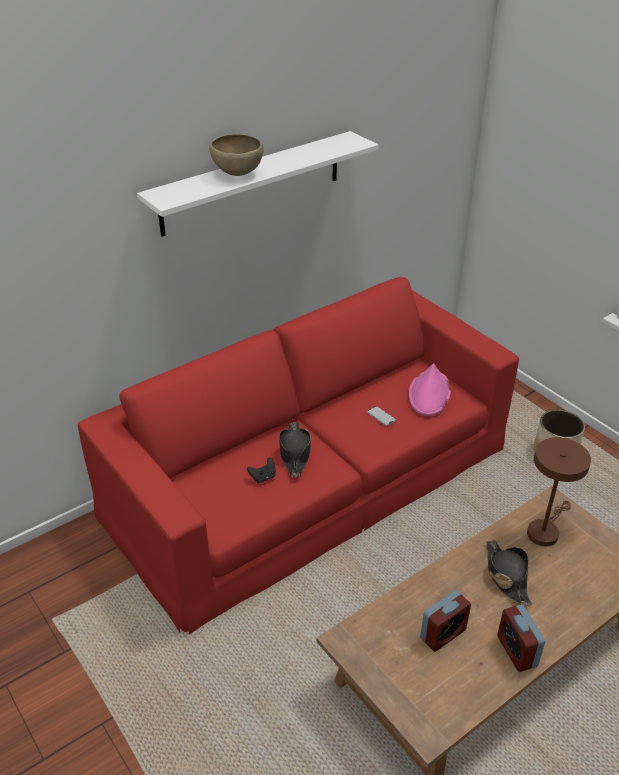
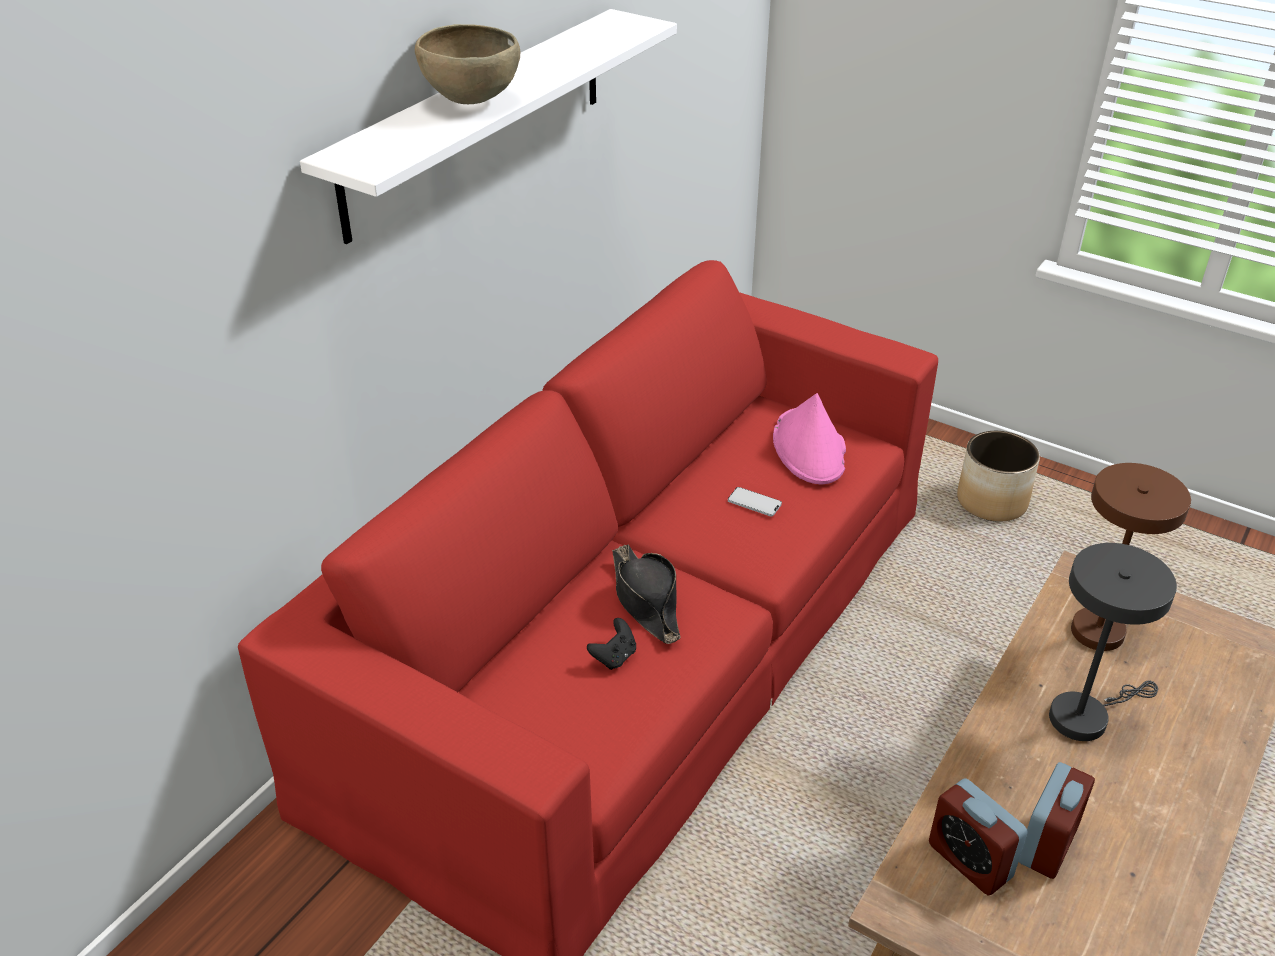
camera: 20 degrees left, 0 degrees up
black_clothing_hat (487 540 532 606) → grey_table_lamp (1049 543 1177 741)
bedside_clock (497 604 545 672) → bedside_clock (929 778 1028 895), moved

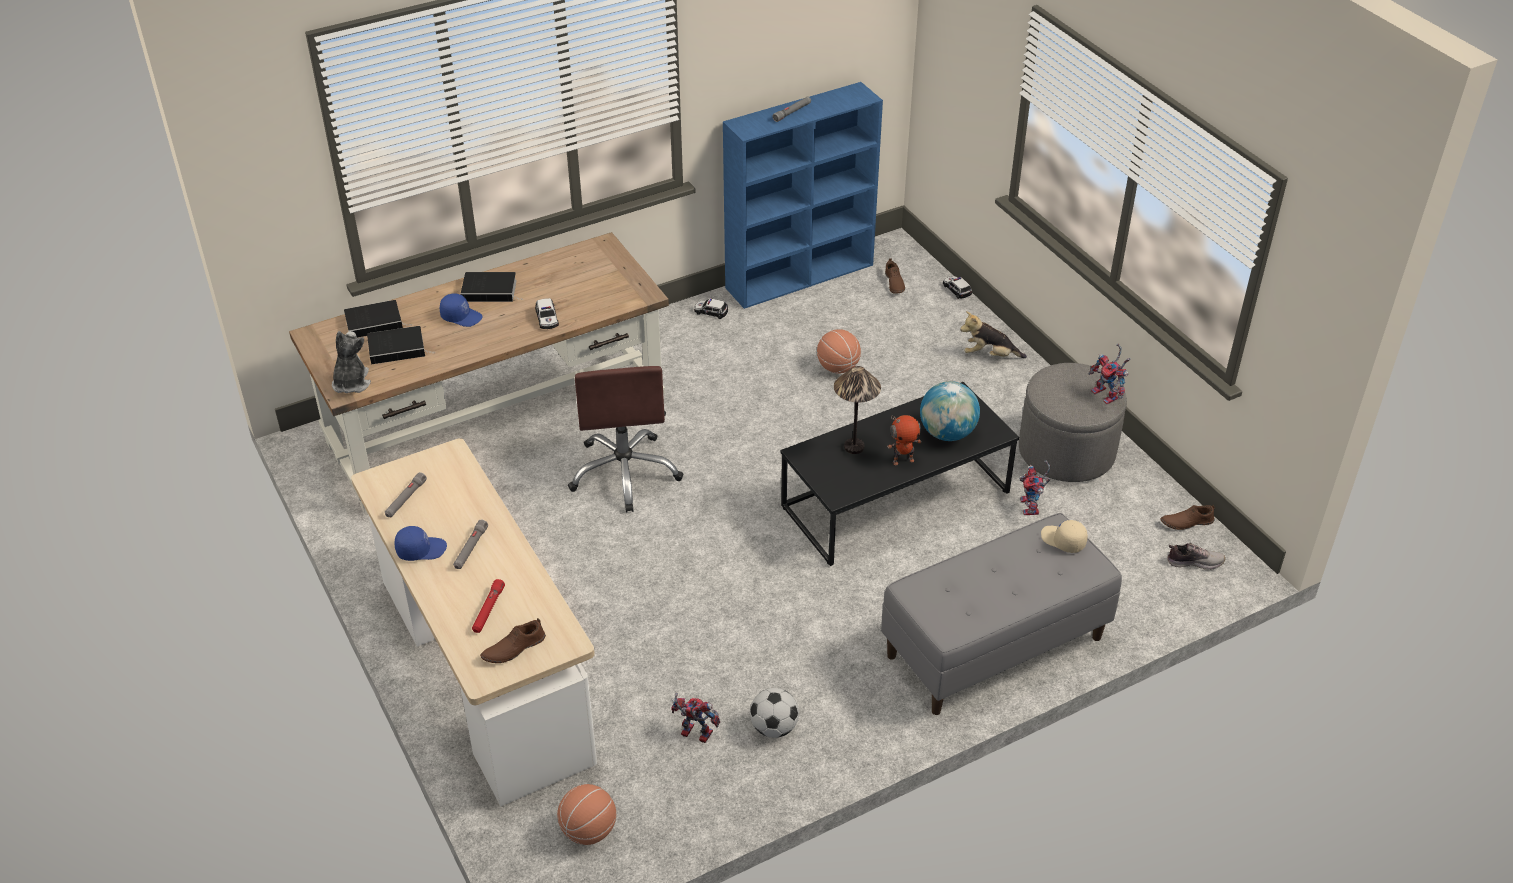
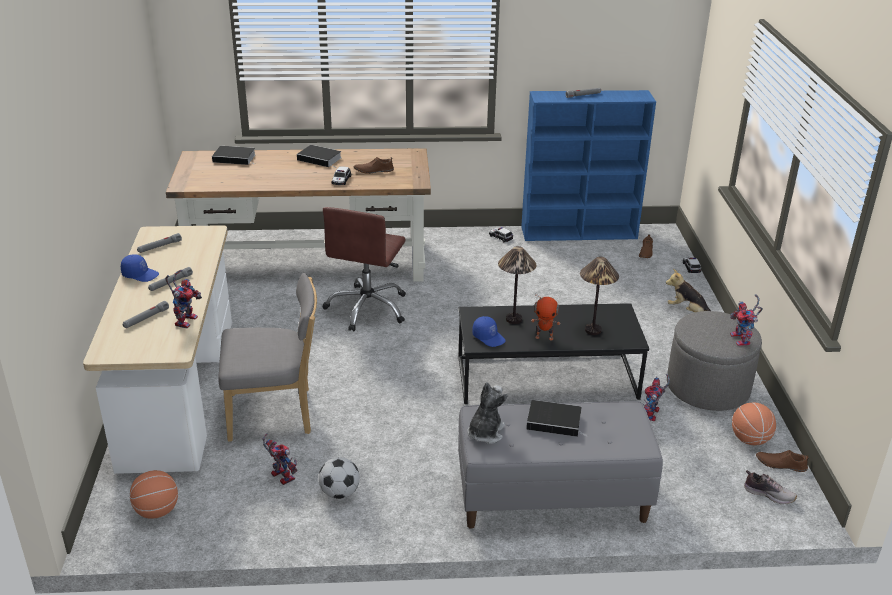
camera: 25 degrees right, 10 degrees down
blue_cap (440 293 483 327) → blue_cap (472 316 506 347), moved
volume (367 326 430 364) → volume (526 400 586 437), moved
basketball_ball (817 329 861 373) → basketball_ball (732 402 776 445), moved
soft_toy (332 331 371 393) → soft_toy (467 382 508 444), moved
globe (920 381 980 441) → table_lamp (580 257 619 335)
beige-coloured_cap (1041 520 1088 553) → -
red-coloured_hand_torch (472 579 505 633) → grey_hand_torch (123 301 169 328)
brown-coloured_shoe (480 618 546 663) → brown-coloured_shoe (353 157 394 174), moved
- → model_robot (165 270 202 329)
- → grey_chair (218 273 317 442)

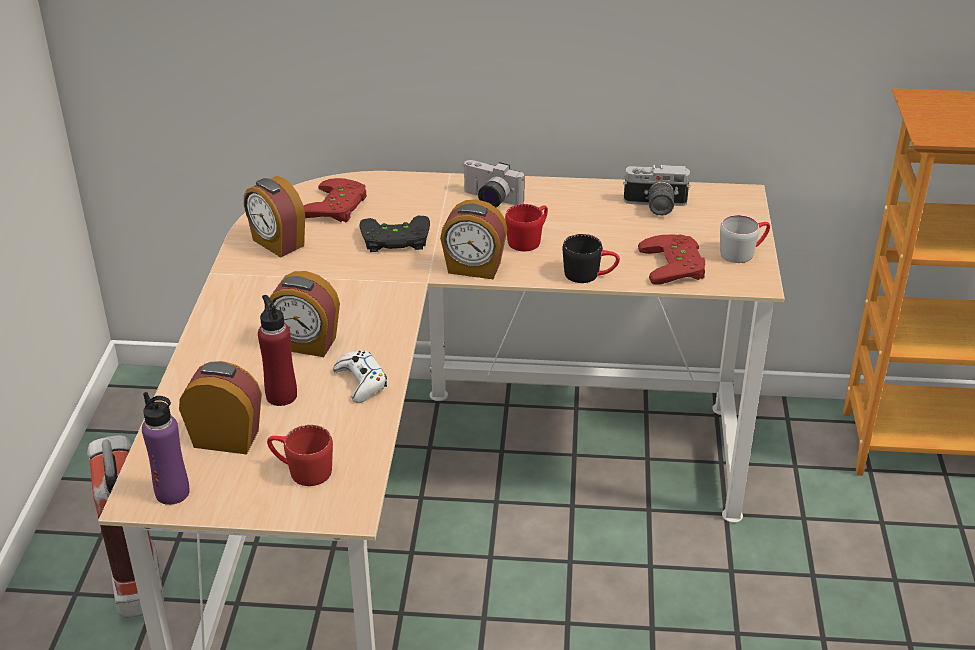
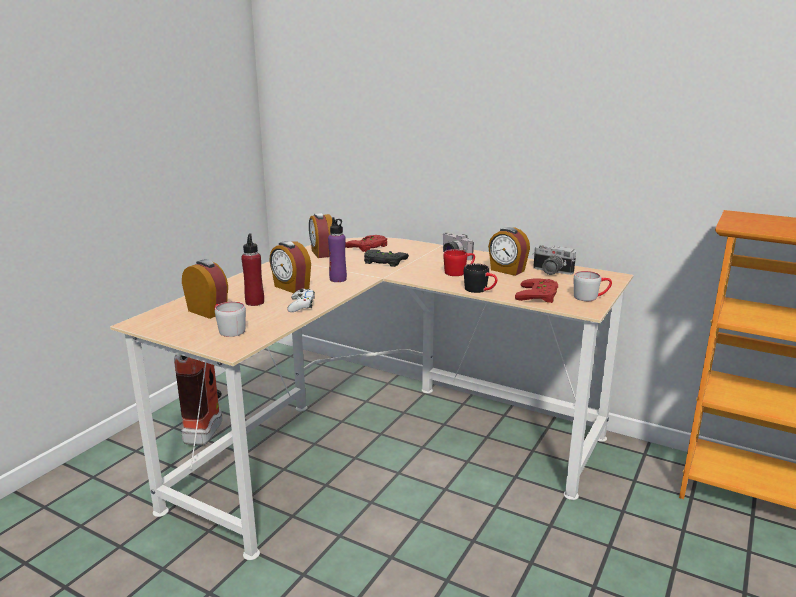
camera: 25 degrees right, 15 degrees down
bedside_clock (440 199 508 279) → bedside_clock (488 227 530 276), moved
purple-coloured_beverage_bottle (142 392 190 505) → purple-coloured_beverage_bottle (328 217 347 282), moved
red-coloured_tea_mug (267 425 333 486) → grey_tea_mug (215 302 246 337)

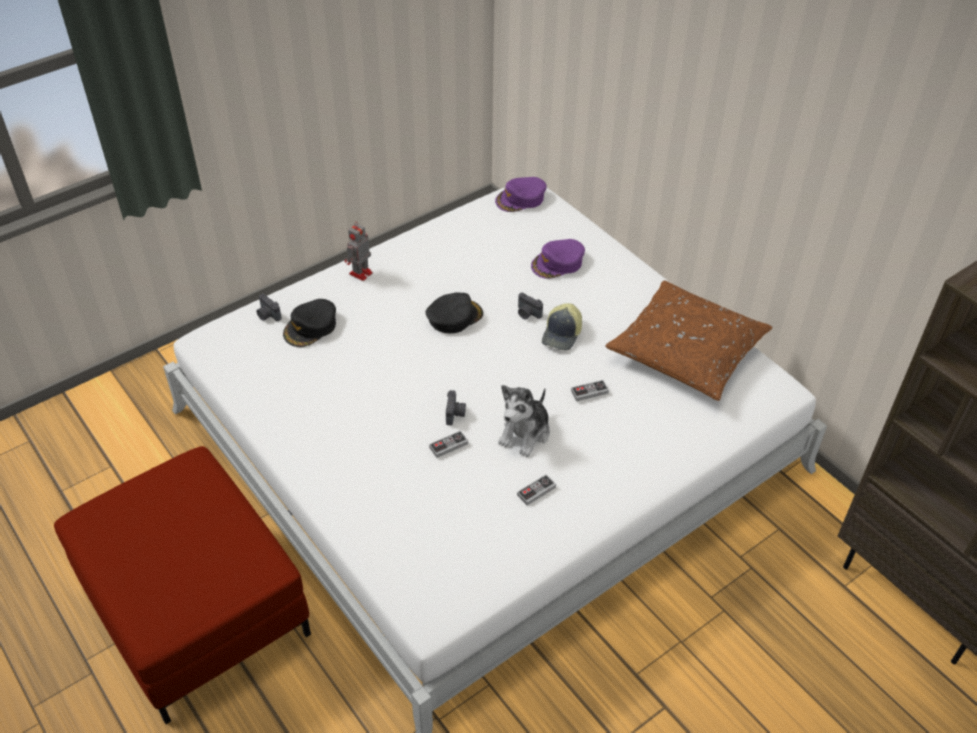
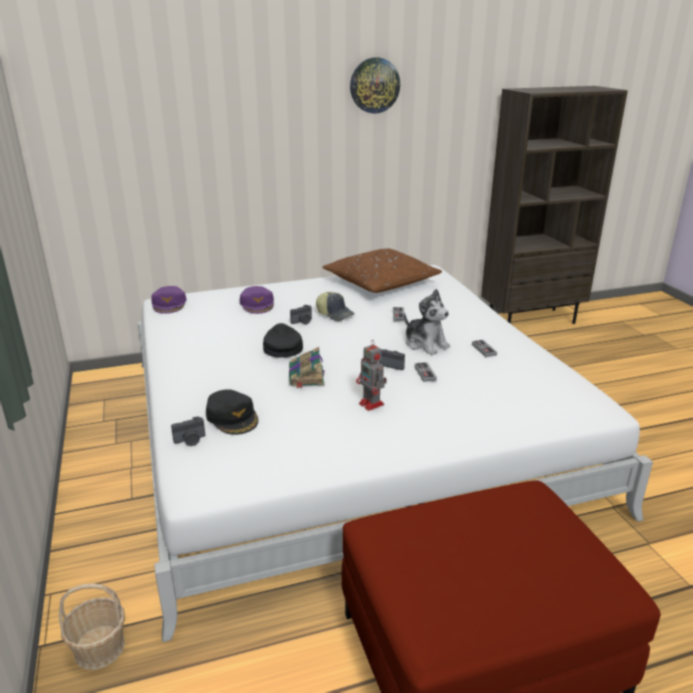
camera: 70 degrees left, 20 degrees down
model_robot (345 222 373 281) → model_robot (356 340 387 411), moved
- → wall_clock (350 57 400 114)
- → volume (289 347 325 388)
- → household_basket (59 583 125 670)

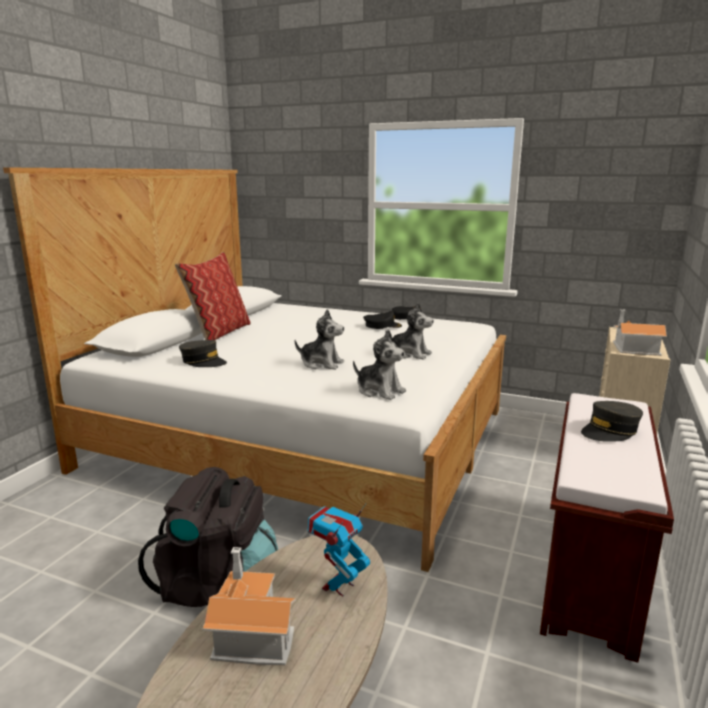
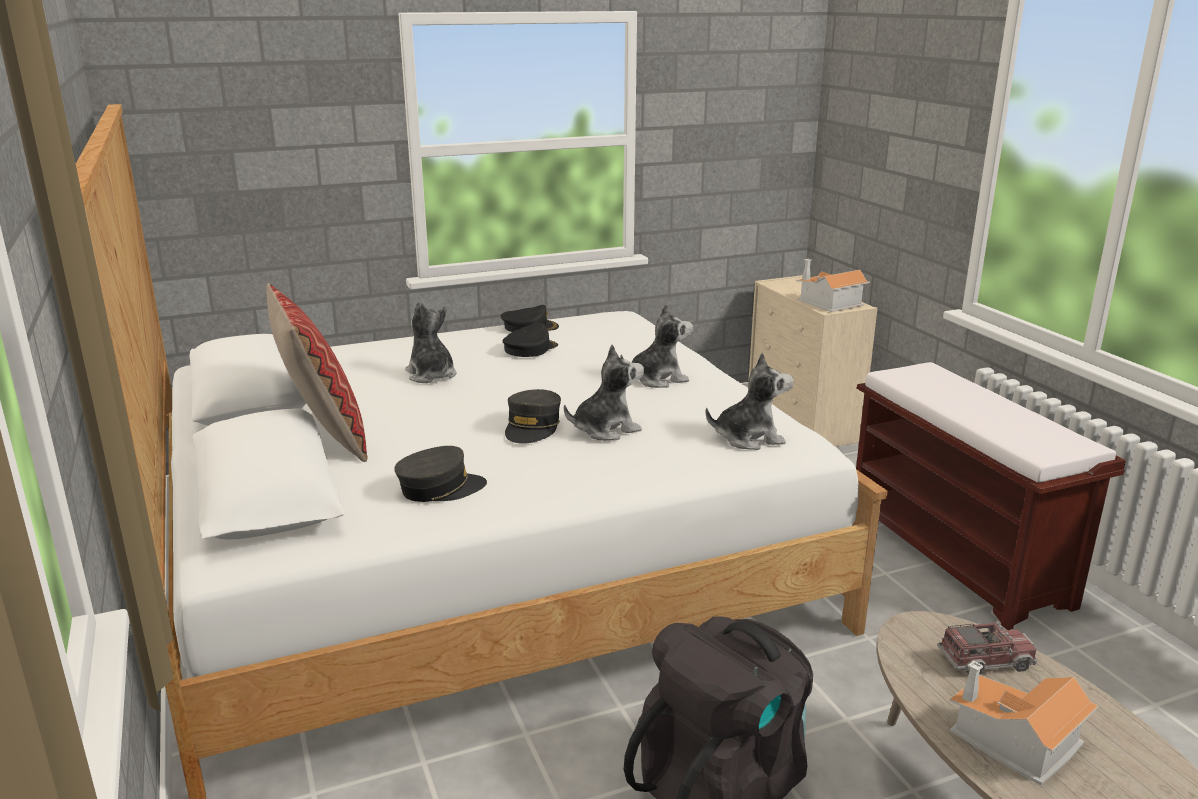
camera: 45 degrees left, 5 degrees up
grey_cap (581 401 643 442) → grey_cap (505 389 561 444), moved
model_robot (308 503 370 596) → model_truck (937 622 1037 675)
- → soft_toy (405 301 456 383)

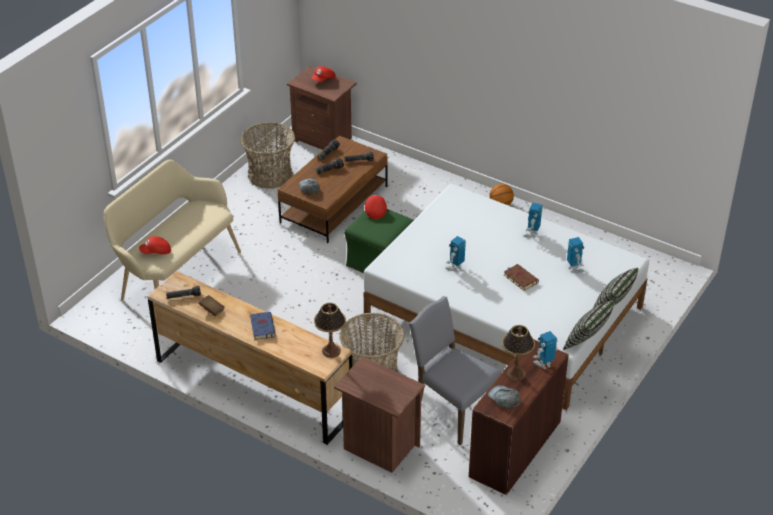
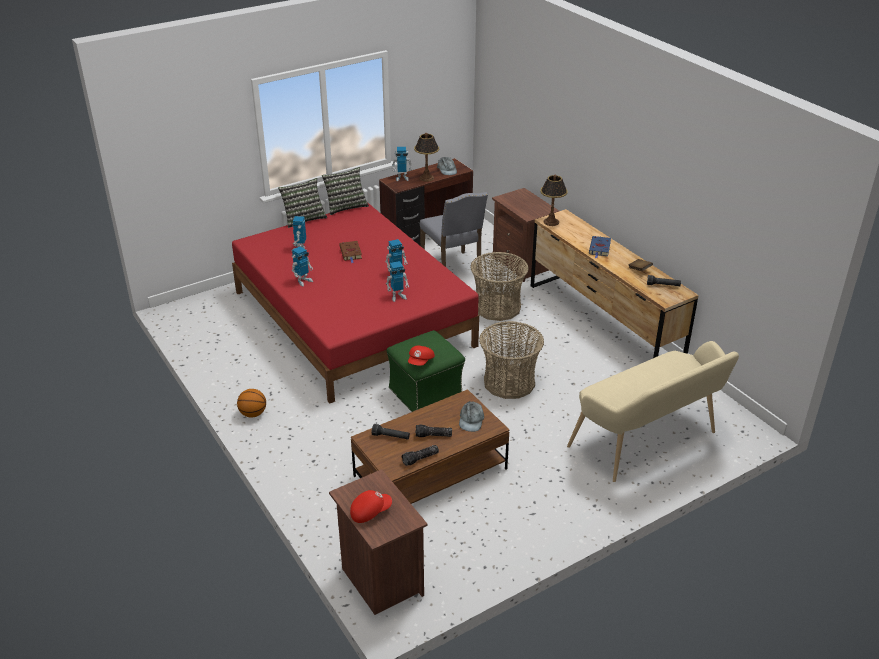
camera: 155 degrees left, 5 degrees down
household_basket (240 122 295 189) → household_basket (479 321 544 399), moved
whitish_bedroom_bed (364 184 649 410) → red-coloured_bedroom_bed (232 203 479 404)
red-coloured_cap (139 236 171 254) → -
- → model_robot (386 261 409 302)

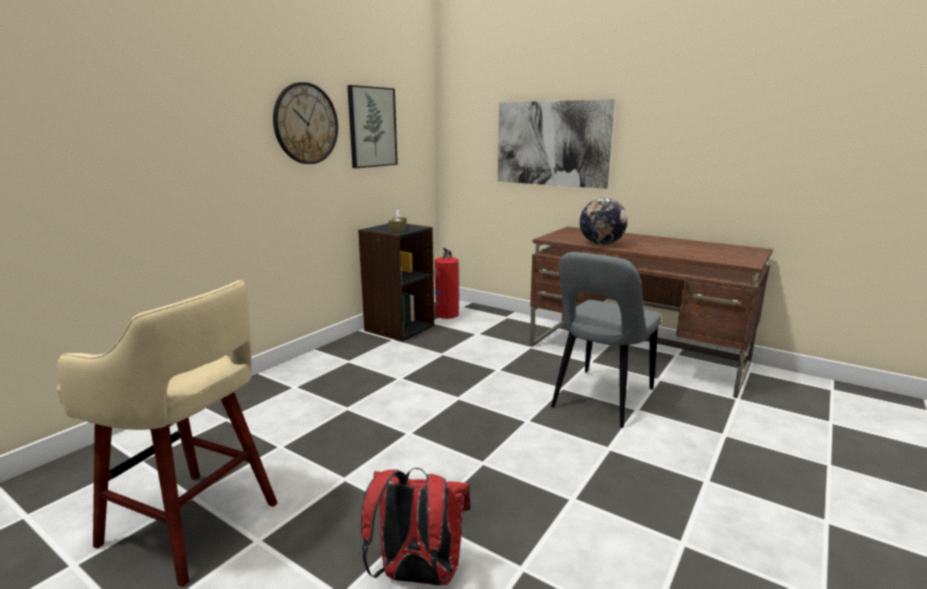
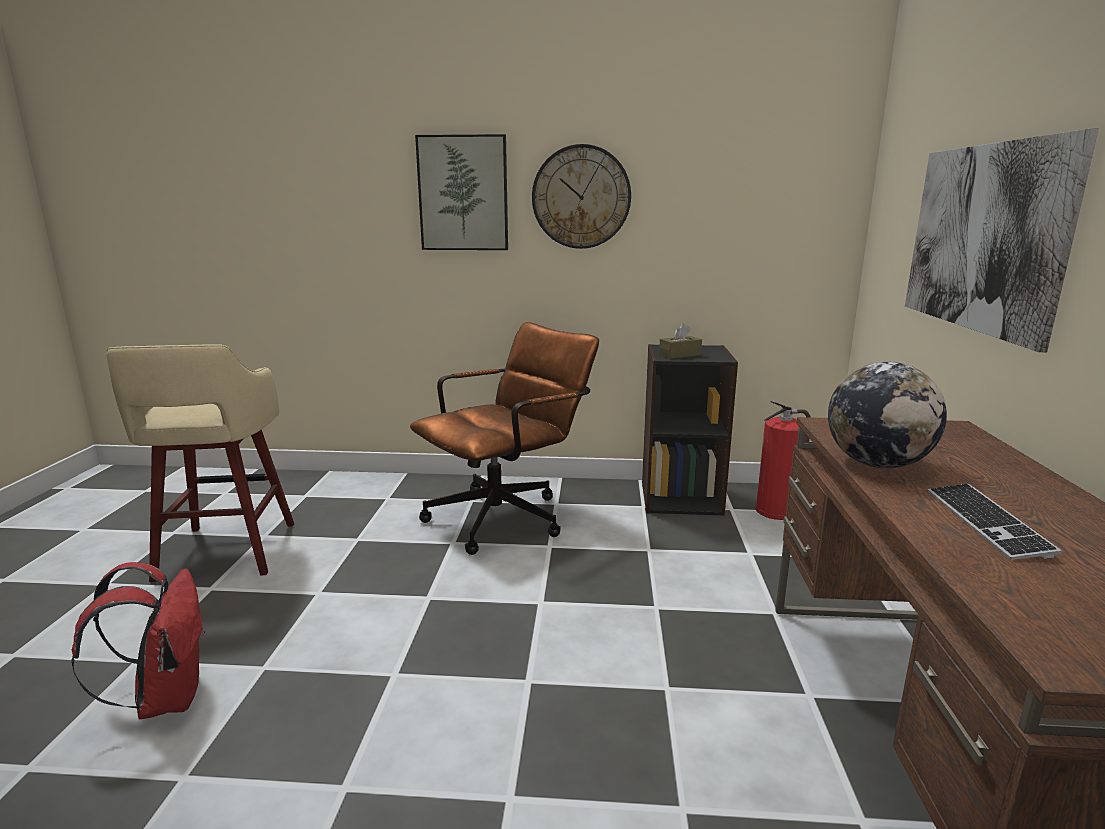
camera: 60 degrees right, 0 degrees up
picture (347 85 398 168) → picture (415 134 508 250), moved
grey_chair (551 252 661 428) → -
- → brown-coloured_desk_chair (410 322 599 555)
- → PC_keyboard (928 483 1061 560)

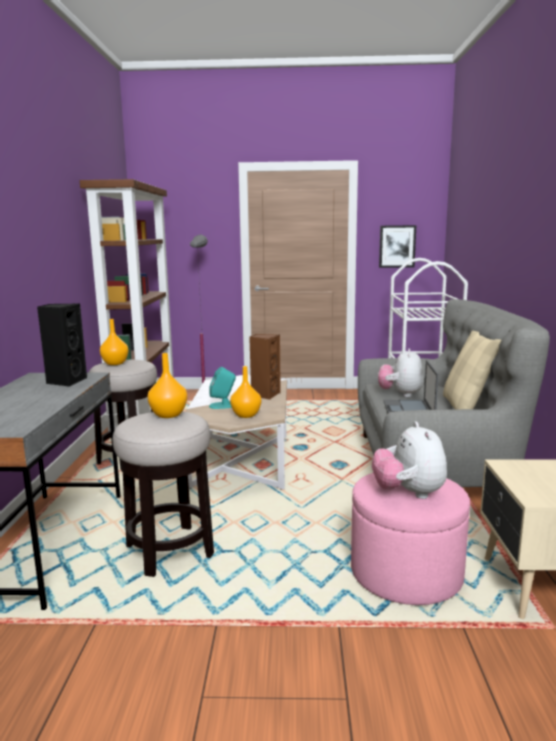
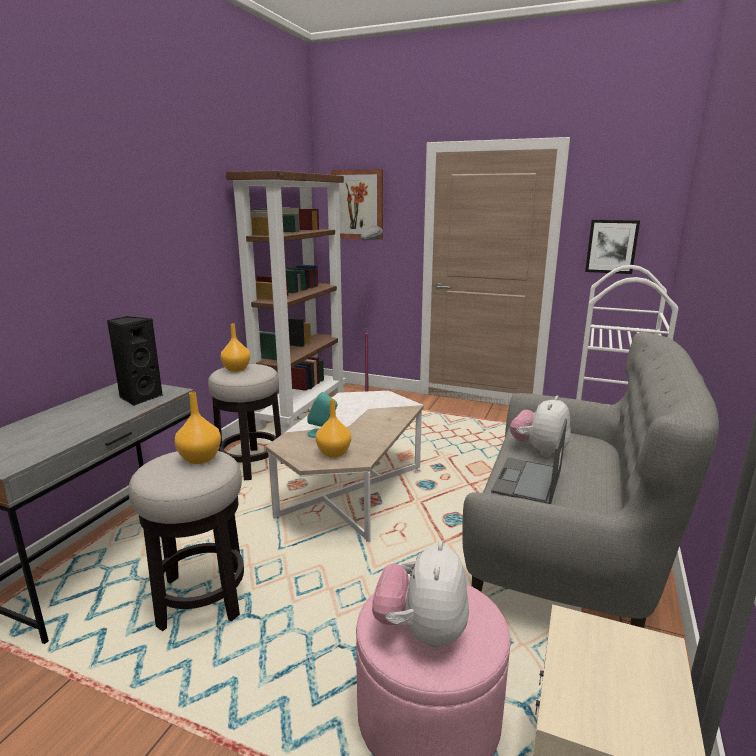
camera: 20 degrees right, 5 degrees up
beige-coloured_pillow (443 331 502 409) → -
brown-coloured_audio_speaker (249 334 281 400) → -
- → picture (331 169 383 240)

